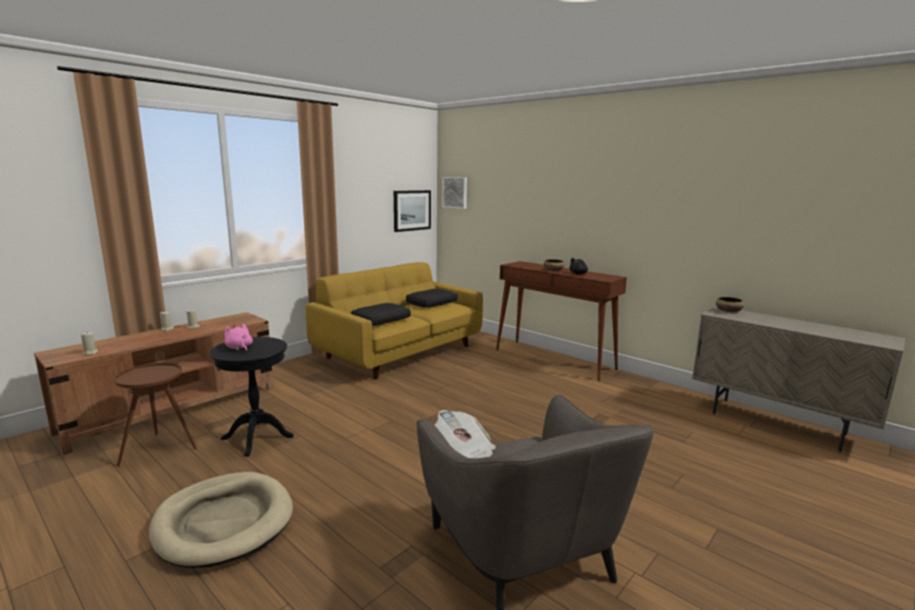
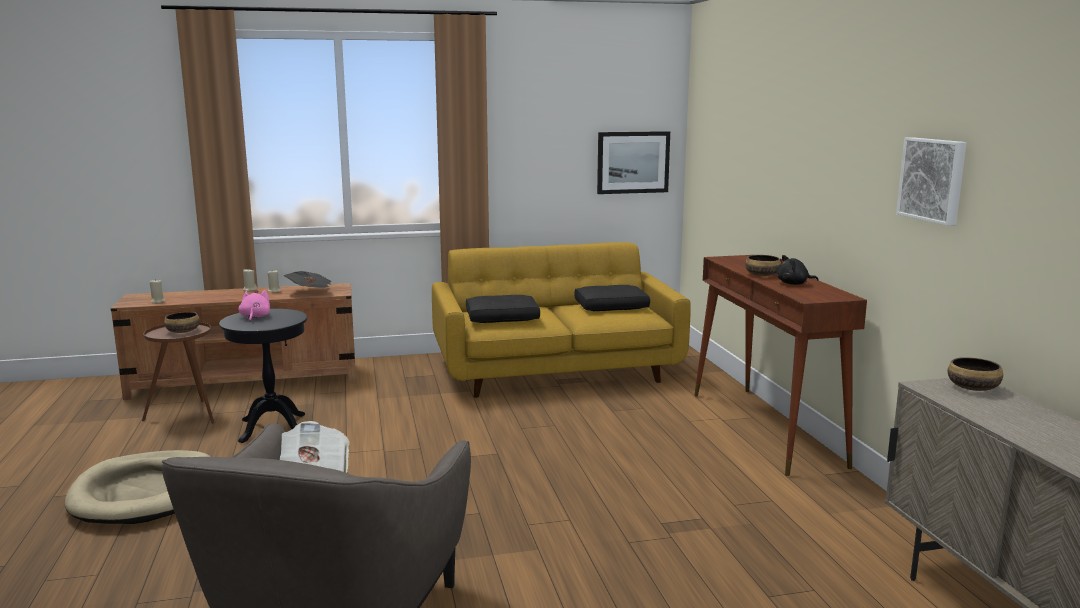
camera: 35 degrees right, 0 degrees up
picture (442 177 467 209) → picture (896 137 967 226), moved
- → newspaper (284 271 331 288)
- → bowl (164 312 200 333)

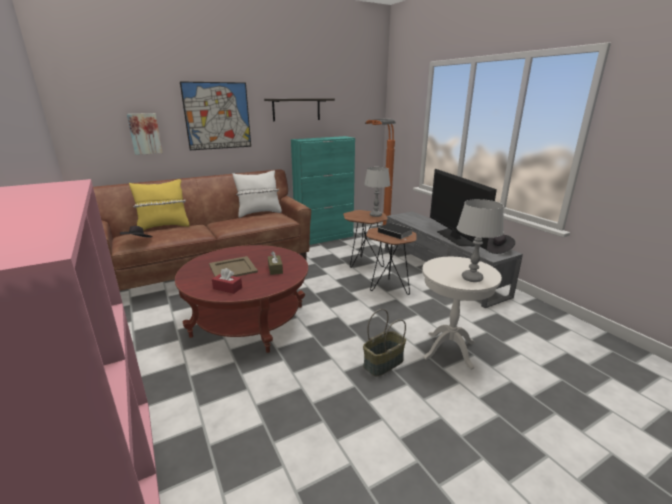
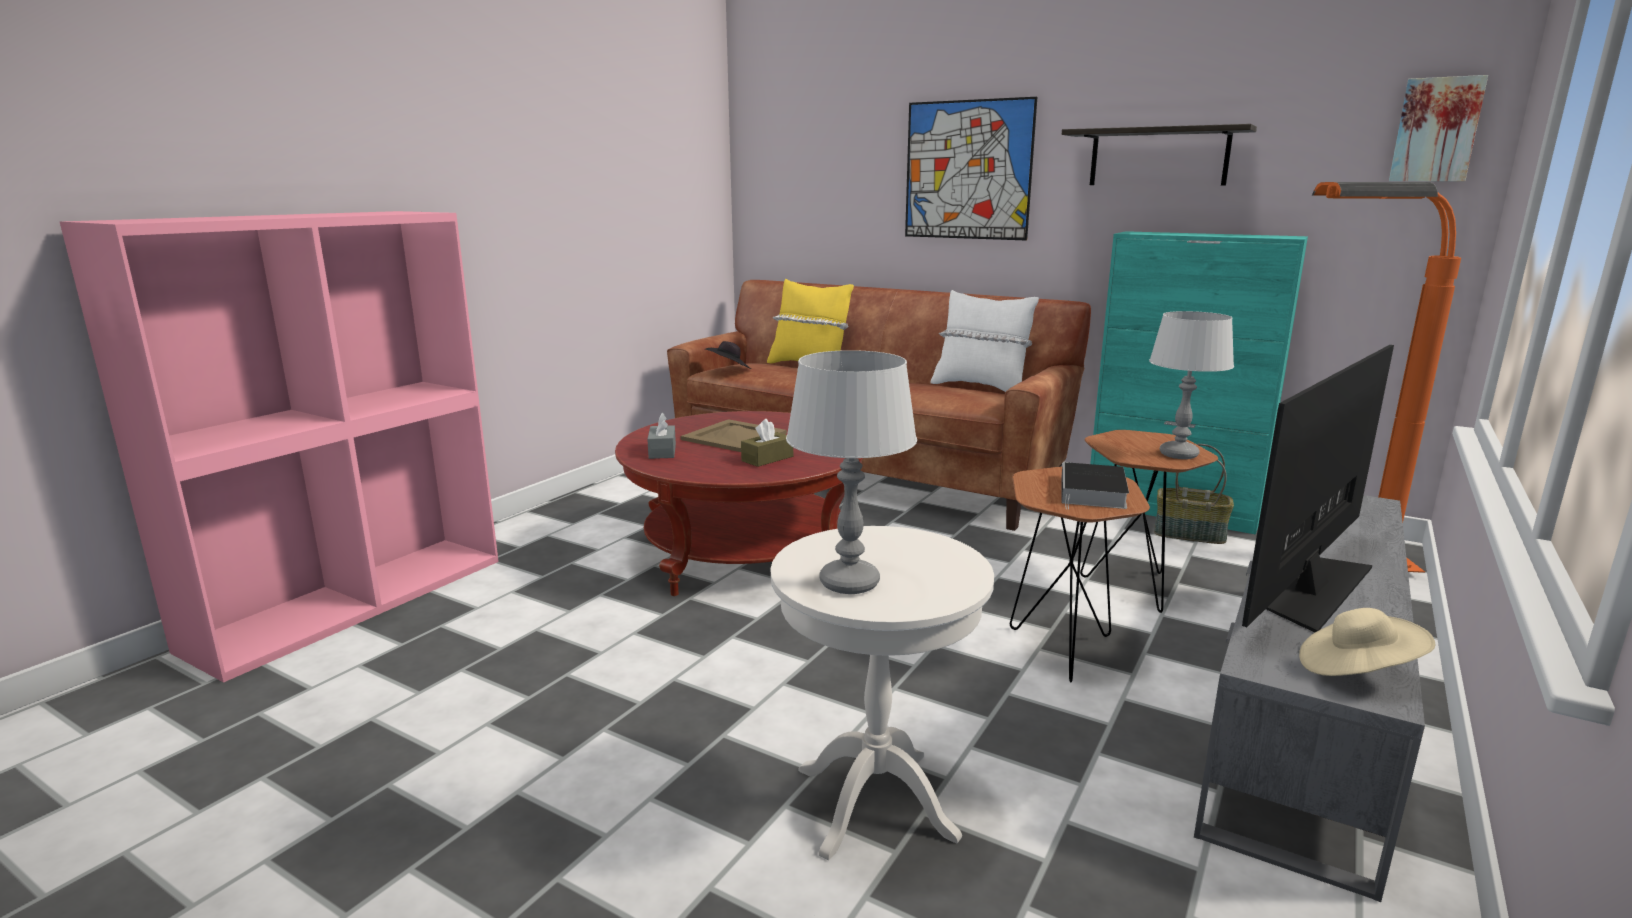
camera: 60 degrees right, 5 degrees down
picture (127 113 163 155) → picture (1389 75 1488 181), moved
black_clothing_hat (487 234 515 254) → beige-coloured_clothing_hat (1299 608 1436 676)
red-coloured_box_of_tissues (212 268 242 294) → grey_box_of_tissues (647 413 676 459)
household_basket (363 309 406 377) → household_basket (1154 444 1234 544), moved

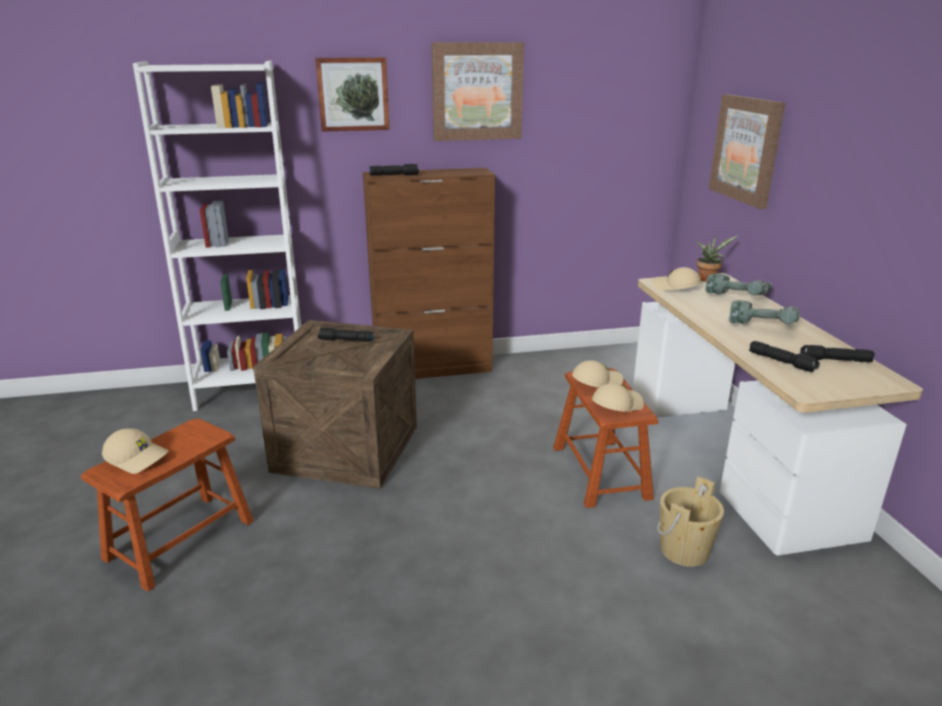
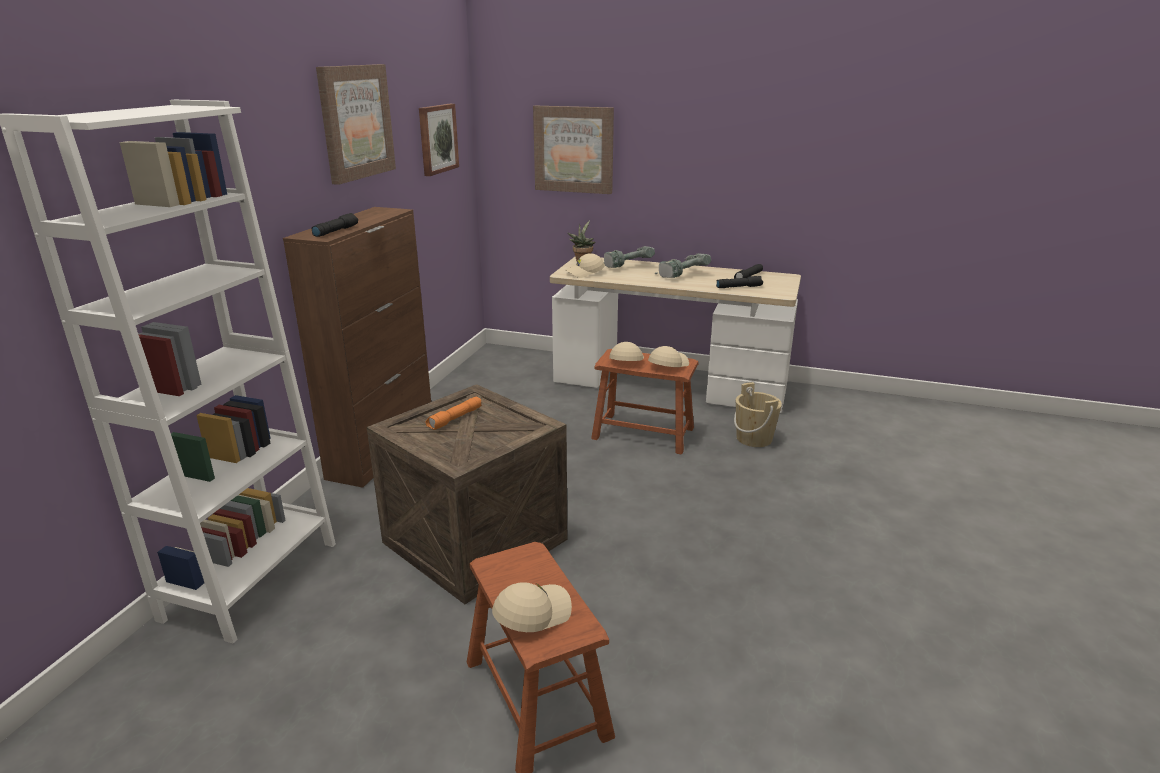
camera: 60 degrees left, 0 degrees up
picture (315 57 390 132) → picture (419 104 459 176), moved
black_hand_torch (318 328 374 342) → orangey_hand_torch (426 397 482 430)
beige-coloured_cap (592 383 644 412) → beige-coloured_cap (648 346 689 367), 45 degrees clockwise

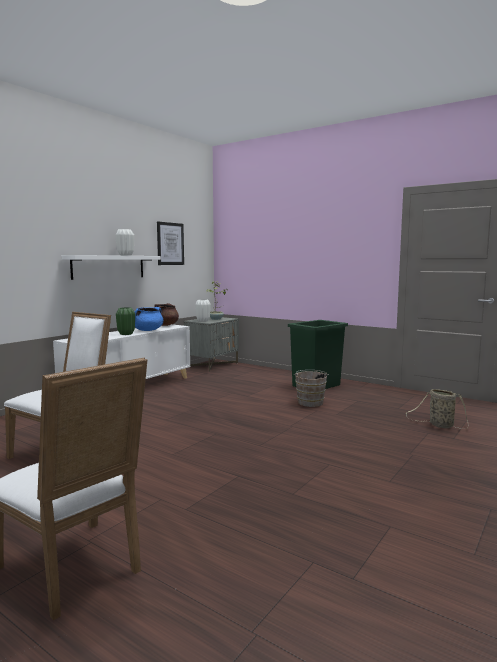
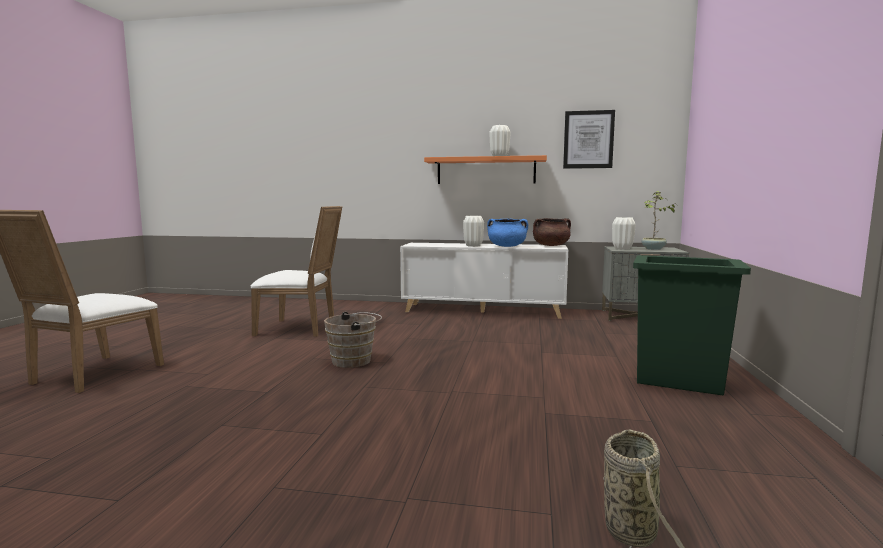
camera: 65 degrees right, 0 degrees up
whitish_wall_shelf (62 255 161 280) → orangey_wall_shelf (424 155 547 184)
greenish_vase (116 307 135 335) → whitish_vase (463 216 484 247)
brown-coloured_pail (294 370 329 407) → brown-coloured_pail (324 312 382 368), moved

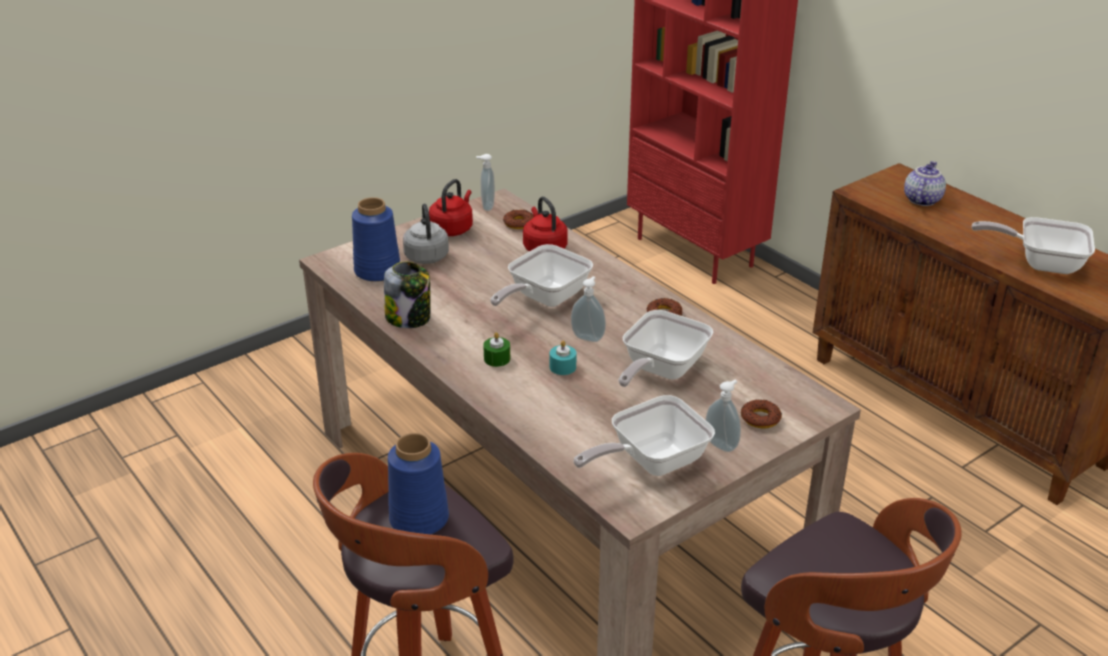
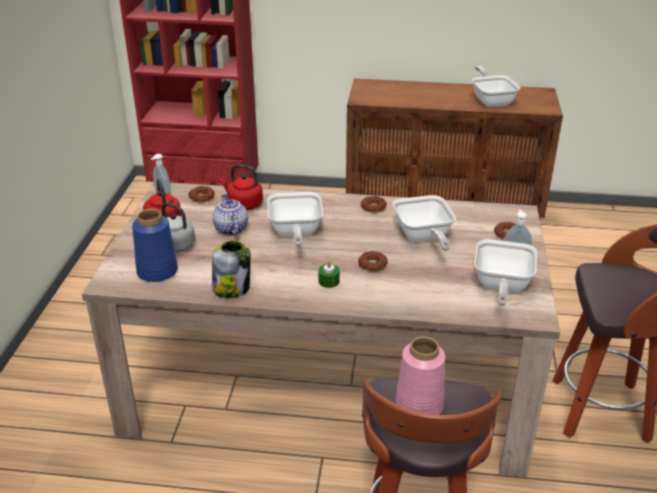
camera: 45 degrees left, 0 degrees up
teapot (904 161 946 206) → teapot (213 193 248 235), moved
pan (972 217 1095 274) → pan (472 66 520 107), 105 degrees clockwise
soap_bottle (571 276 606 342) → -
turquoise-coloured_wax_light (550 341 576 375) → doughnut (358 251 388 271)
blue_vase (388 433 449 535) → pink-coloured_vase (395 336 445 415)

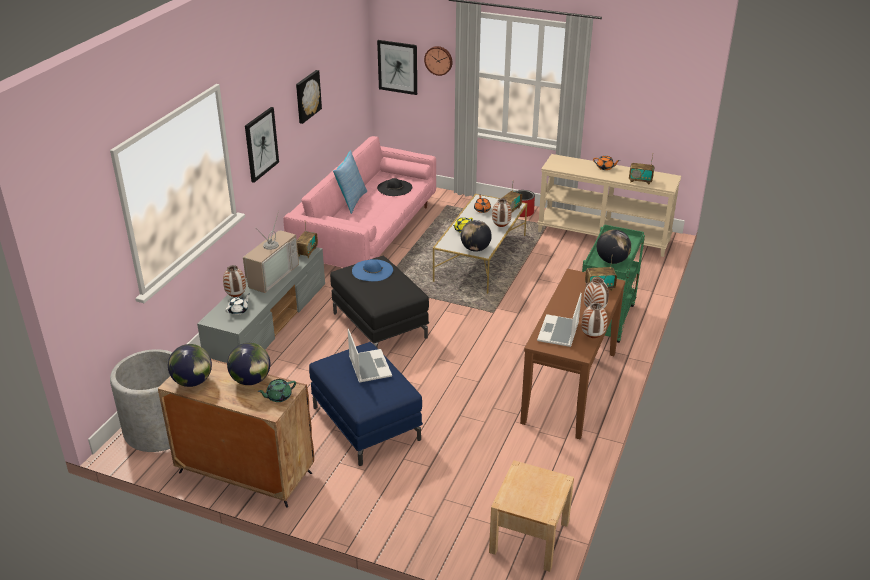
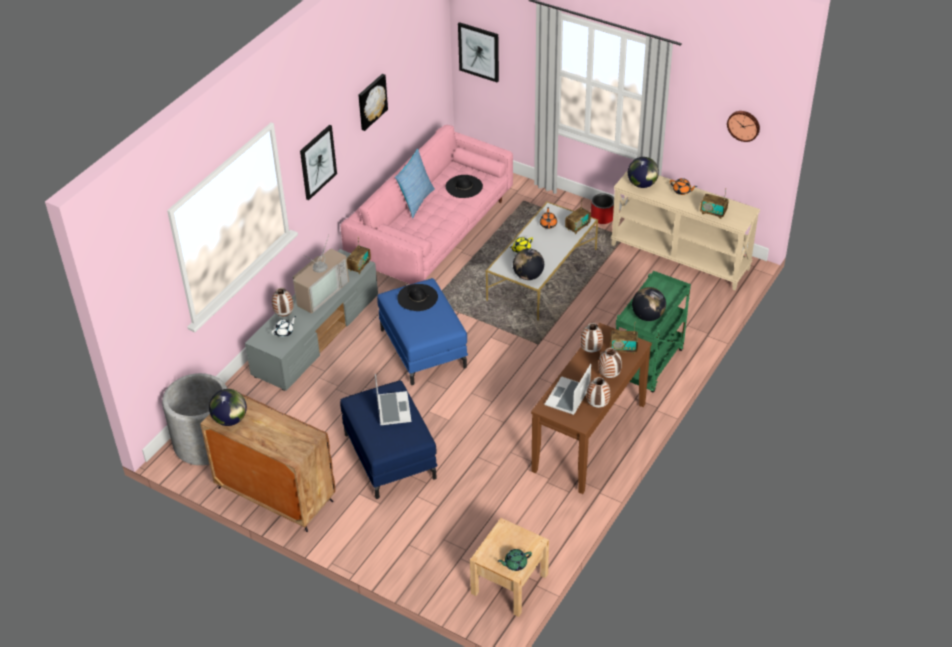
camera: 10 degrees right, 10 degrees up
wall_clock (424 46 453 76) → wall_clock (727 111 760 142), moved
vase (492 198 512 227) → vase (580 323 603 353), moved
black_pouffe (330 256 429 347) → blue_pouffe (377 278 468 385)
blue_clothing_hat (352 259 393 281) → black_clothing_hat (397 284 438 311)
globe (227 343 270 385) → globe (628 157 659 188), moved
greenish_teapot (258 379 296 402) → greenish_teapot (498 549 532 571), moved

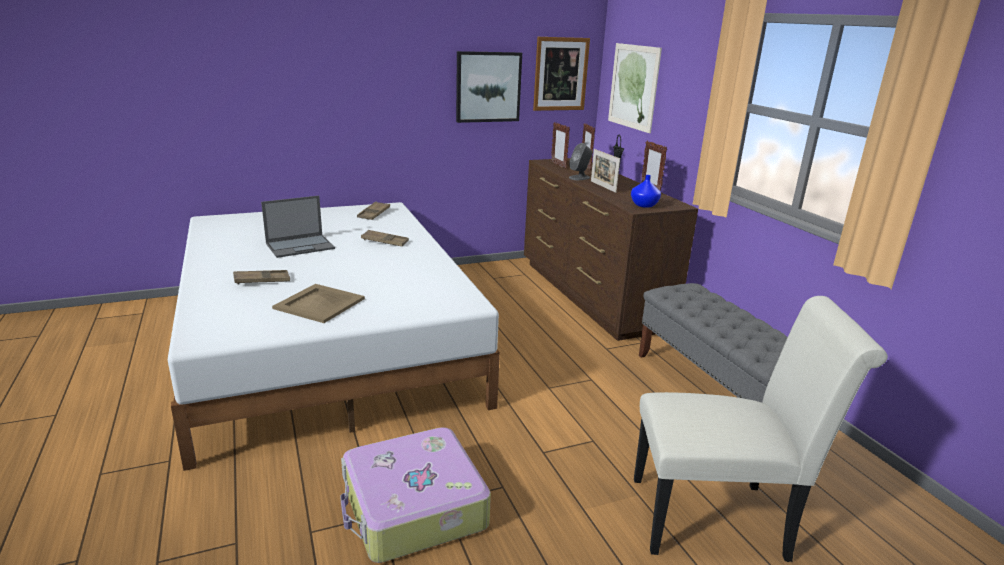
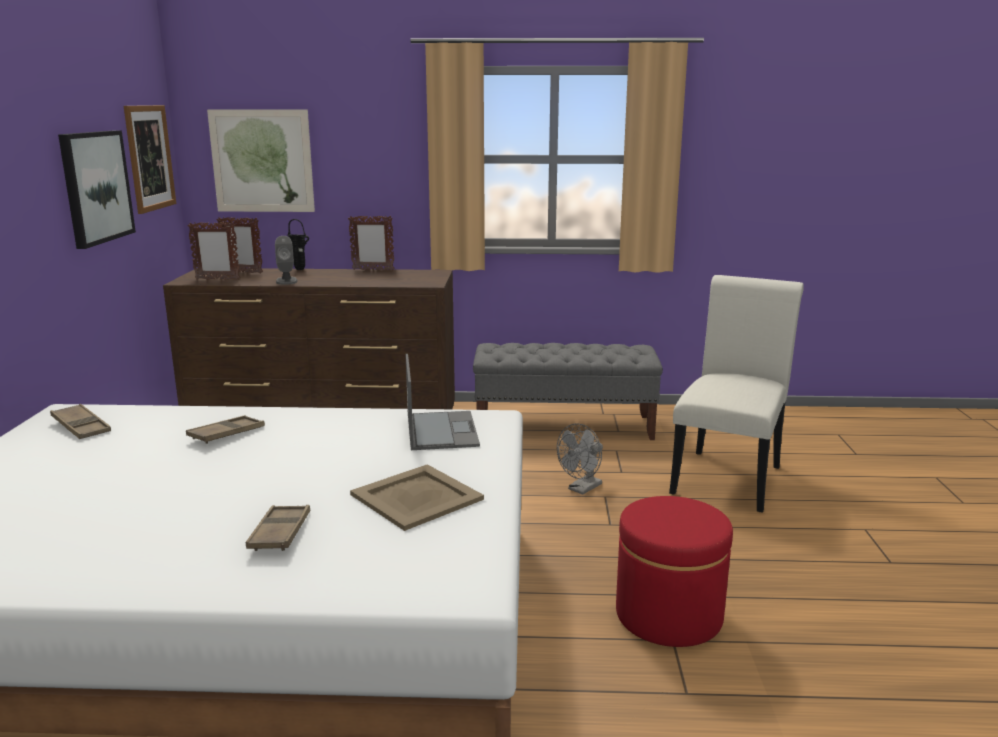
camera: 65 degrees left, 5 degrees down
standing_frame (591 149 620 193) → -
blue_vase (631 175 661 208) → -
notebook_computer (261 196 335 258) → notebook_computer (405 354 480 450), moved
suitcase (340 427 491 563) → red-coloured_pouffe (616 496 733 647)
- → grey_electric_fan (557 423 603 495)

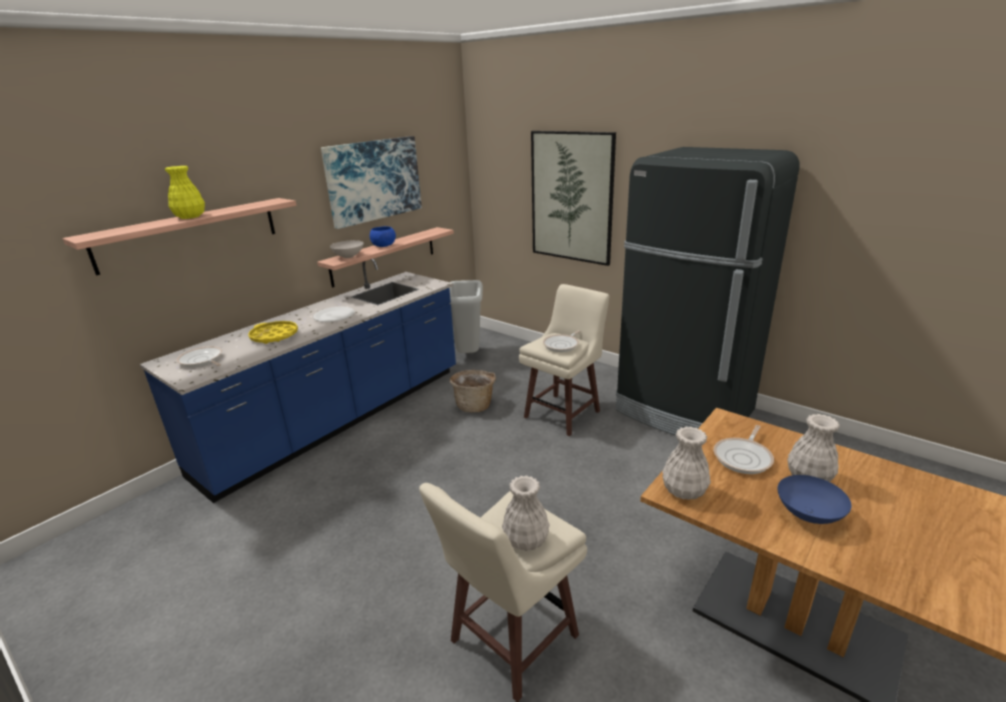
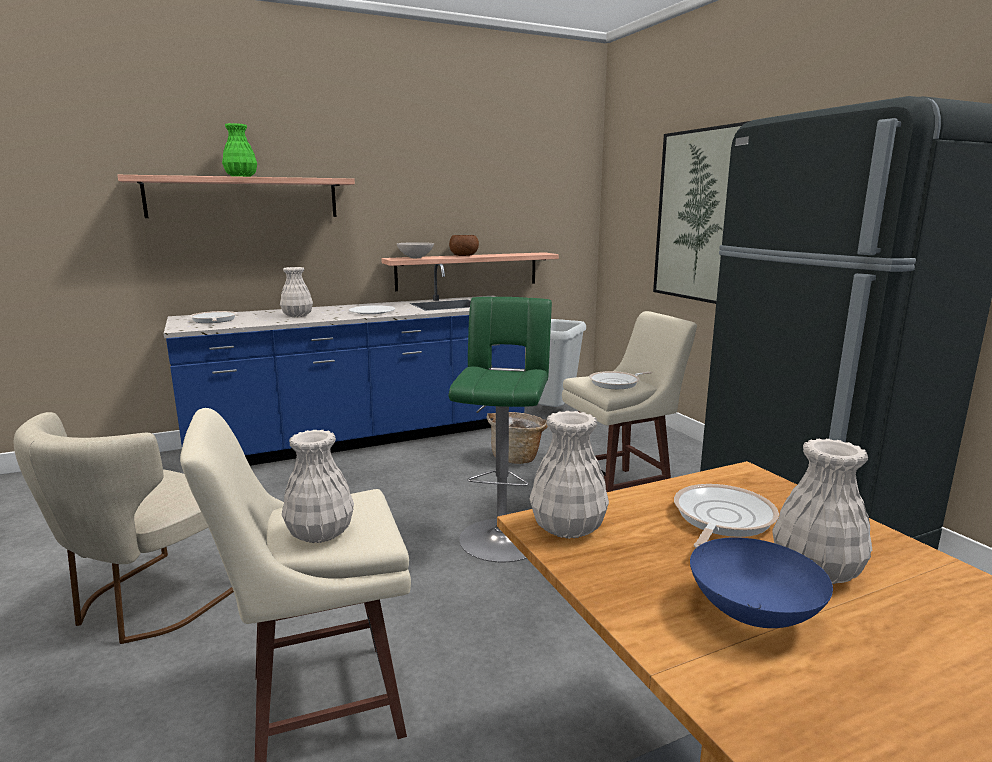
camera: 25 degrees right, 10 degrees down
picture (321 136 422 229) → -
yellowish_vase (165 166 205 219) → greenish_vase (222 123 257 177)
blue_bowl (370 226 396 247) → brown-coloured_bowl (449 235 479 256)
yellowish_tray (248 321 298 344) → whitish_vase (280 267 313 317)
pan (714 425 774 474) → pan (674 484 779 548), 150 degrees clockwise
- → greenish_stool_seat (449 297 552 562)
- → beige-coloured_chair (14 412 234 644)

